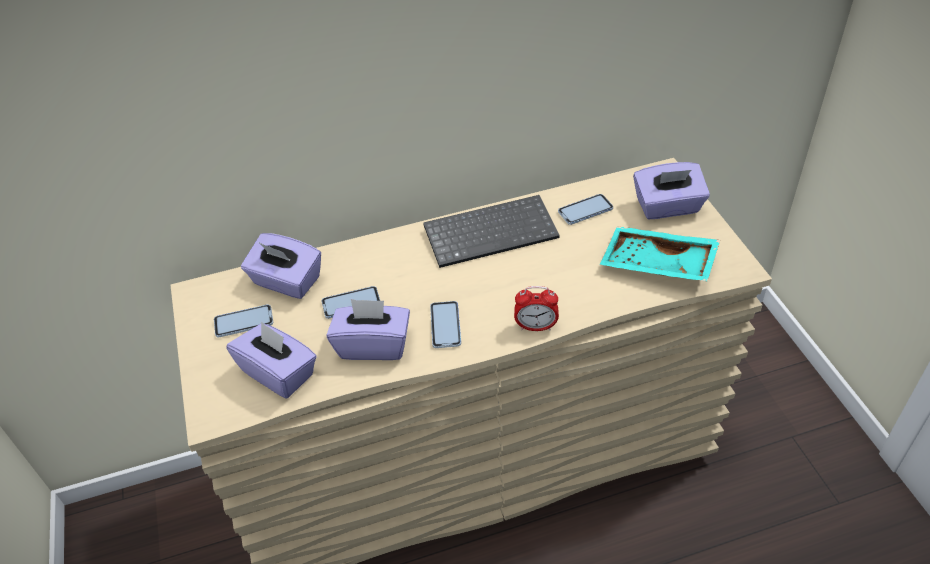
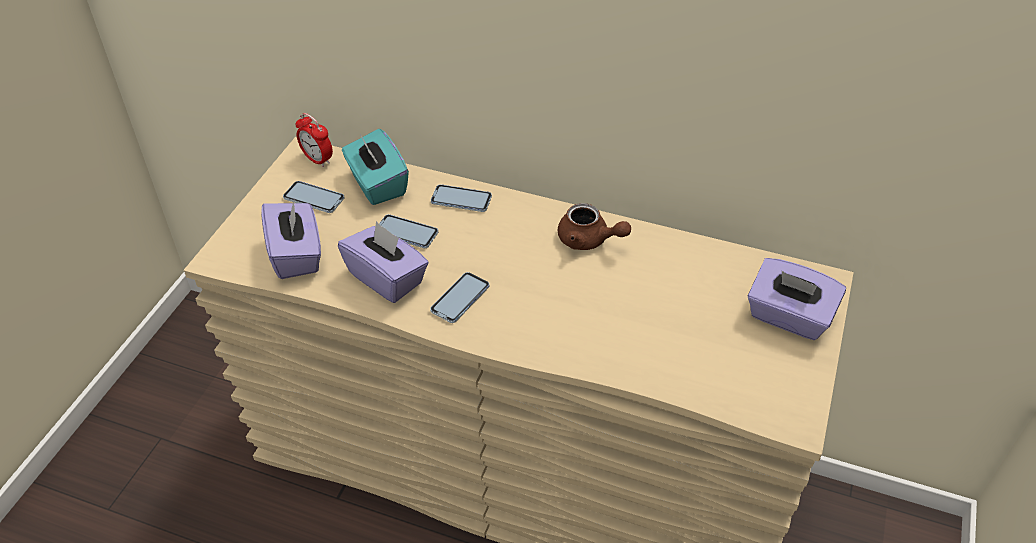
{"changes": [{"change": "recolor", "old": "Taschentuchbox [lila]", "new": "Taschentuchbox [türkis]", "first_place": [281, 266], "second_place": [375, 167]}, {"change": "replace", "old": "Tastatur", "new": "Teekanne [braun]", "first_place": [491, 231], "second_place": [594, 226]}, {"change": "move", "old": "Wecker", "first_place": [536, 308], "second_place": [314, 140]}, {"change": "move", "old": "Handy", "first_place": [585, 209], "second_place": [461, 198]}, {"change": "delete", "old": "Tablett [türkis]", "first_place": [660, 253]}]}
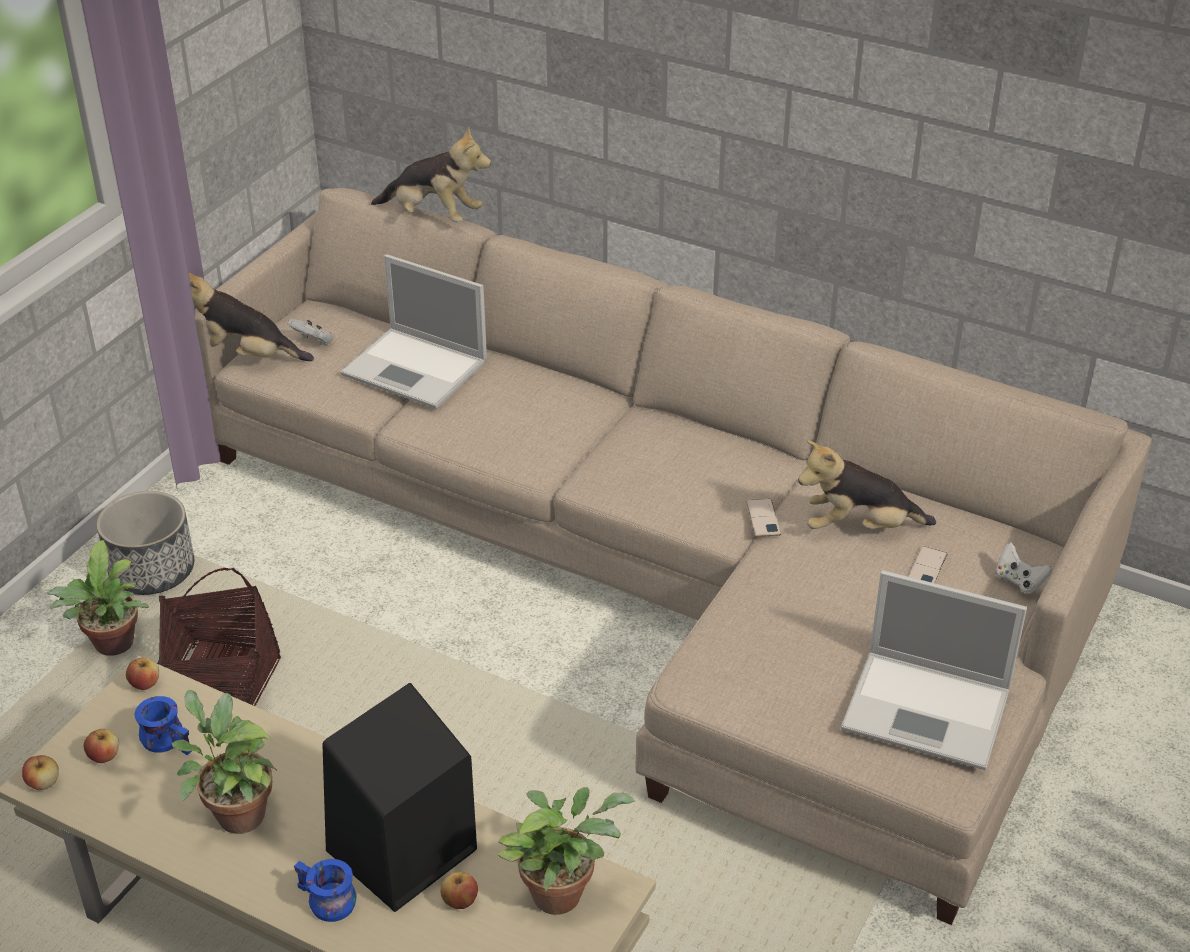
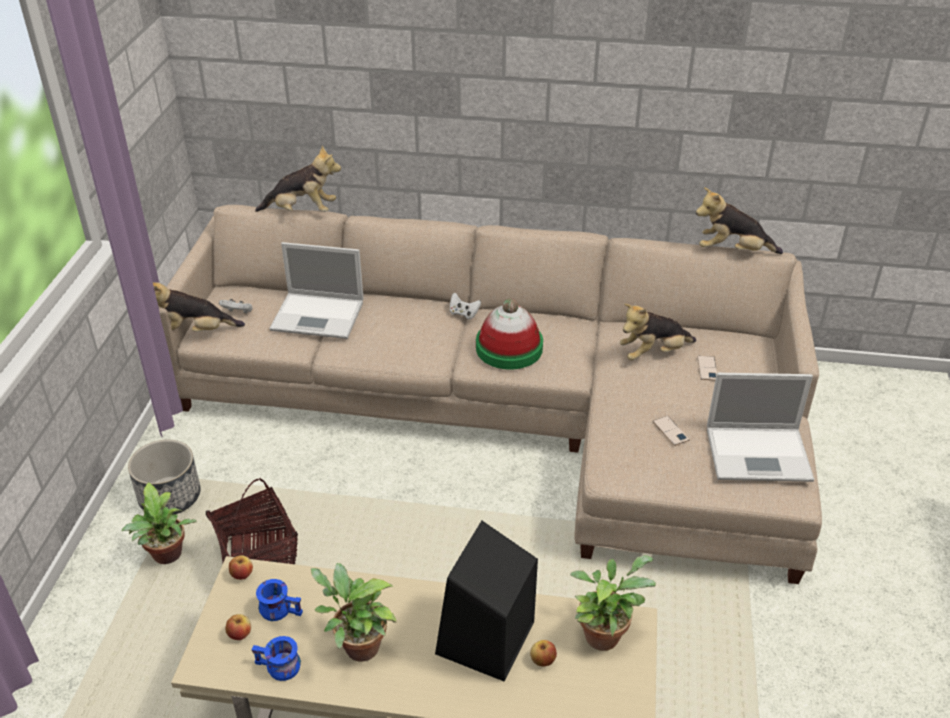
{"changes": [{"change": "delete", "old": "Apfel", "first_place": [40, 772]}, {"change": "move", "old": "Henkelbecher [blau]", "first_place": [325, 890], "second_place": [276, 658]}, {"change": "move", "old": "Handy", "first_place": [764, 518], "second_place": [671, 431]}, {"change": "move", "old": "Gamepad [weiß]", "first_place": [1023, 568], "second_place": [465, 306]}, {"change": "insert", "new": "Hut", "second_place": [509, 334]}, {"change": "insert", "new": "Plüschtier", "second_place": [739, 220]}]}
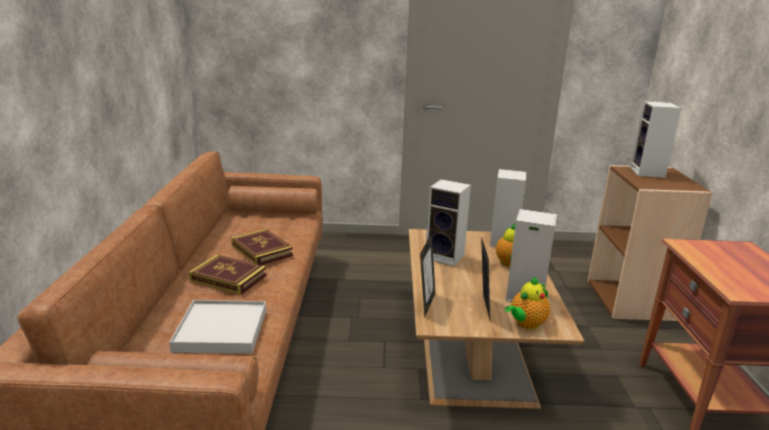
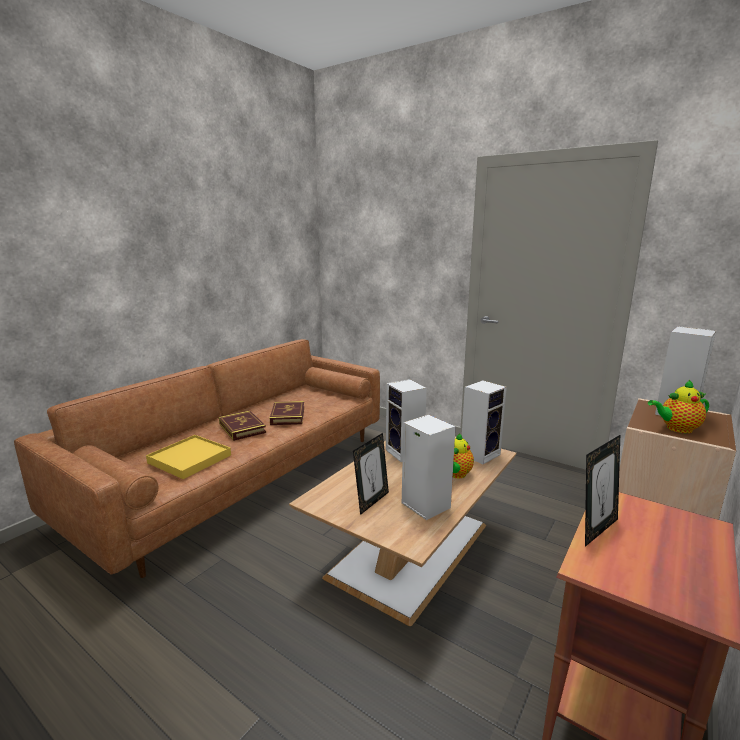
{"changes": [{"change": "recolor", "old": "Tablett [weiß]", "new": "Tablett [gelb]", "first_place": [217, 327], "second_place": [188, 457]}, {"change": "move", "old": "Bilderrahmen", "first_place": [427, 274], "second_place": [602, 491]}, {"change": "move", "old": "Teekanne", "first_place": [527, 303], "second_place": [678, 406]}]}
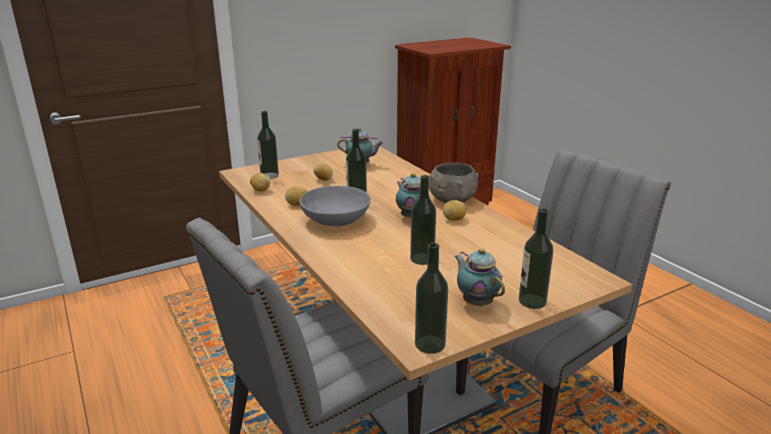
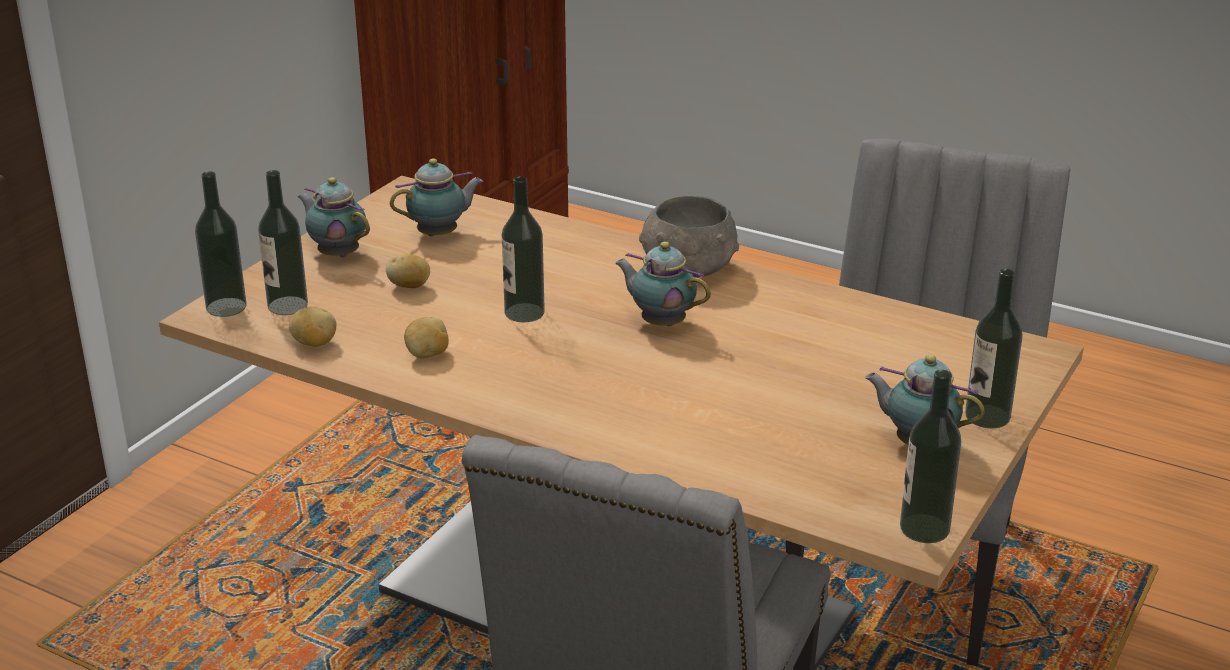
{"changes": [{"change": "delete", "old": "Schüssel [grau]", "first_place": [335, 206]}, {"change": "move", "old": "Flasche", "first_place": [423, 220], "second_place": [221, 244]}, {"change": "delete", "old": "Kartoffel", "first_place": [454, 210]}, {"change": "insert", "new": "Teekanne", "second_place": [333, 217]}]}
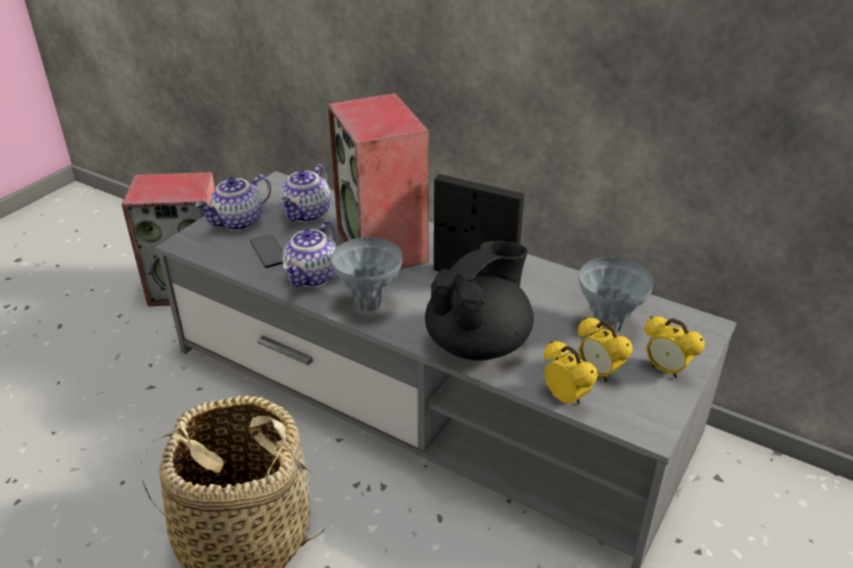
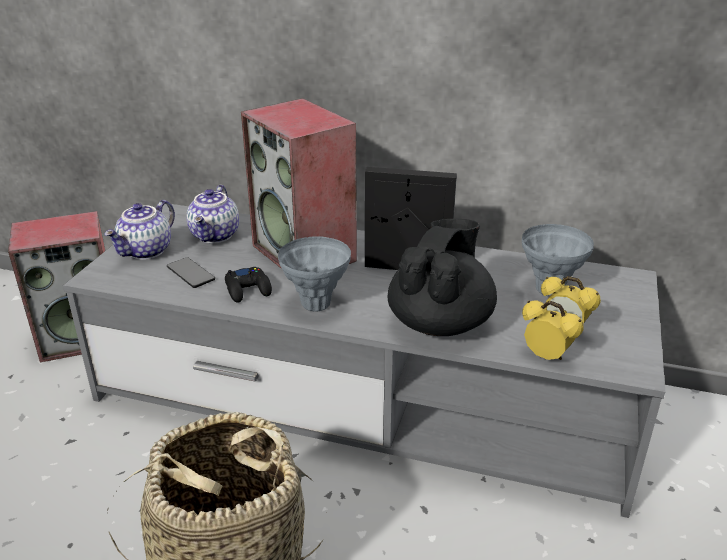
{"changes": [{"change": "replace", "old": "Teekanne", "new": "Gamepad [schwarz]", "first_place": [309, 253], "second_place": [248, 285]}, {"change": "delete", "old": "Wecker", "first_place": [675, 347]}]}
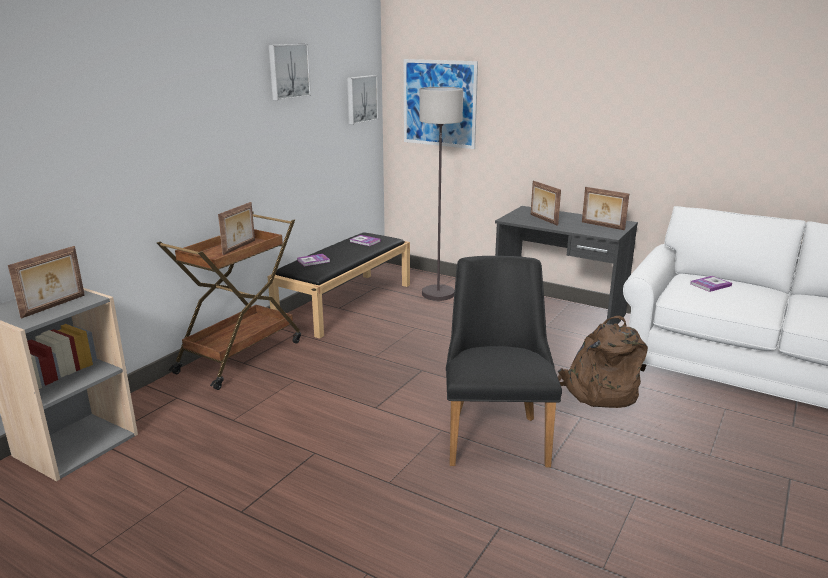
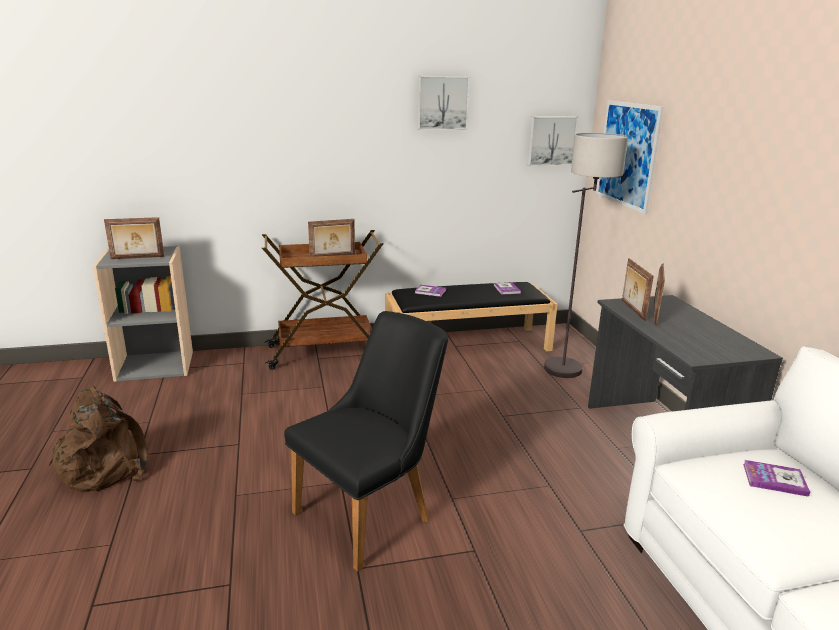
{"changes": [{"change": "move", "old": "Rucksack [braun]", "first_place": [603, 362], "second_place": [98, 438]}, {"change": "move", "old": "Bilderrahmen", "first_place": [605, 208], "second_place": [638, 289]}]}
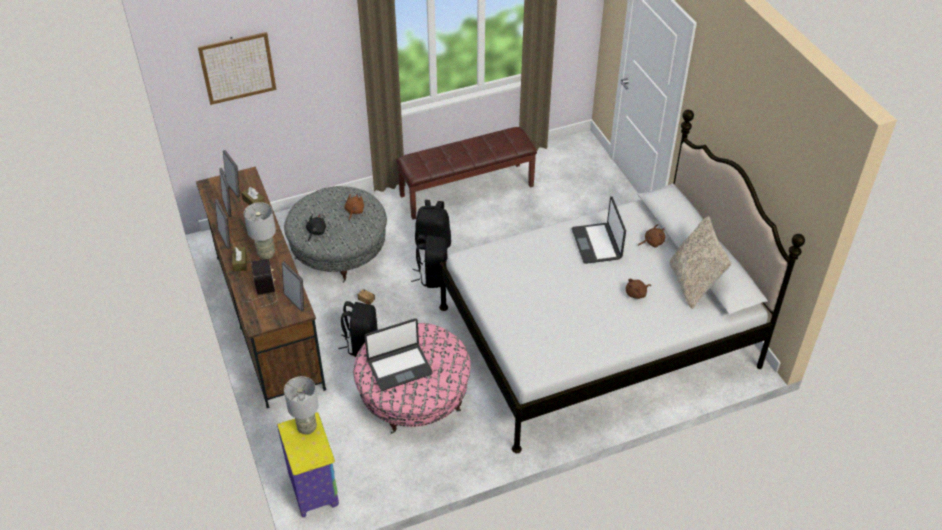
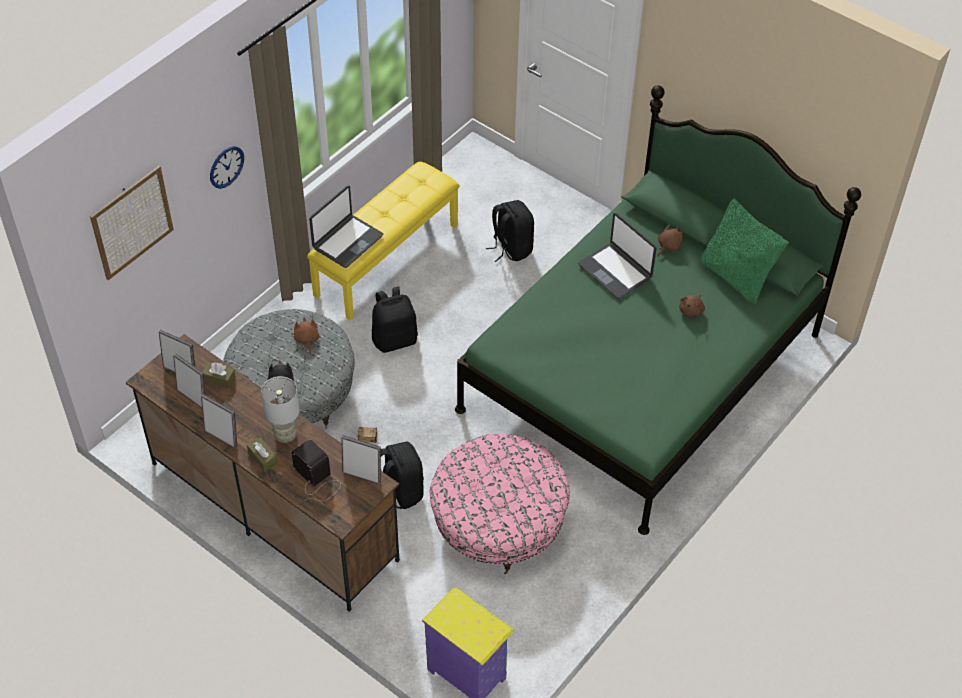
{"changes": [{"change": "delete", "old": "Tischlampe [grau]", "first_place": [301, 405]}, {"change": "move", "old": "Laptop", "first_place": [399, 355], "second_place": [346, 226]}, {"change": "recolor", "old": "Bank [braun]", "new": "Bank [gelb]", "first_place": [466, 173], "second_place": [383, 240]}, {"change": "move", "old": "Rucksack [schwarz]", "first_place": [429, 261], "second_place": [510, 231]}, {"change": "recolor", "old": "Bett [weiß]", "new": "Bett [grün]", "first_place": [622, 281], "second_place": [658, 310]}, {"change": "recolor", "old": "Kissen [beige]", "new": "Kissen [grün]", "first_place": [700, 262], "second_place": [744, 251]}, {"change": "insert", "new": "Wanduhr", "second_place": [227, 167]}]}
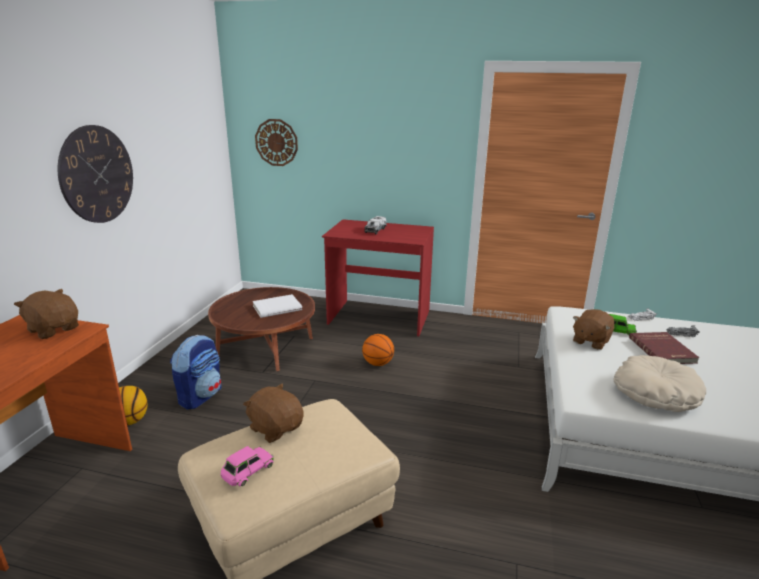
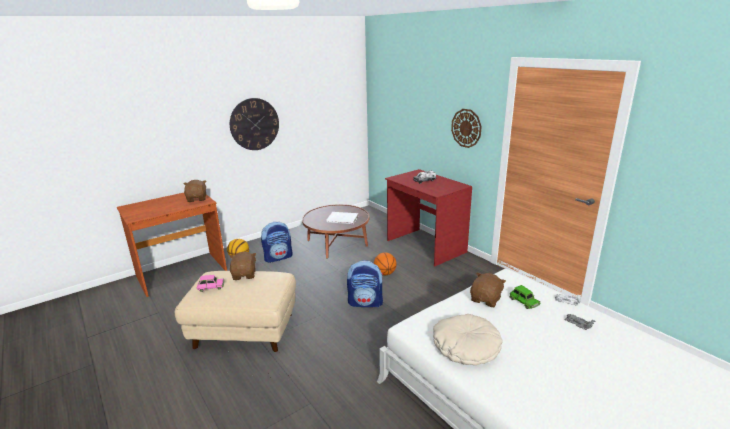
{"changes": [{"change": "move", "old": "Wanduhr", "first_place": [276, 142], "second_place": [466, 128]}, {"change": "rotate", "old": "Plüschtier [braun]", "first_place": [593, 329], "second_place": [488, 290], "degrees": 135}, {"change": "delete", "old": "Buch [rot]", "first_place": [664, 348]}, {"change": "insert", "new": "Rucksack", "second_place": [365, 283]}]}
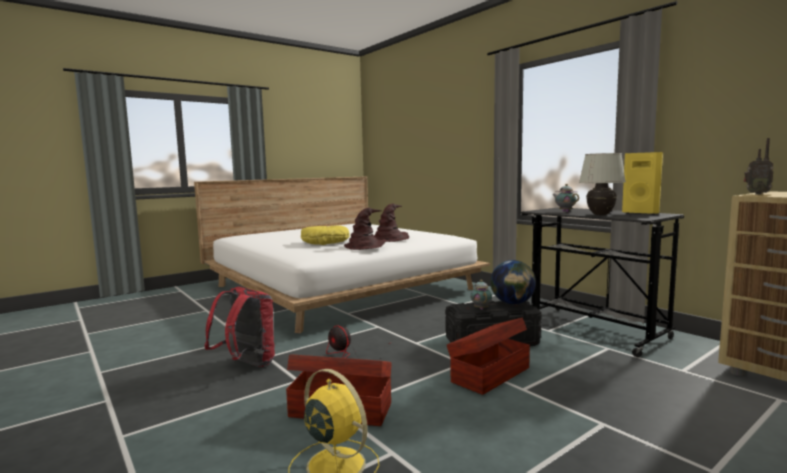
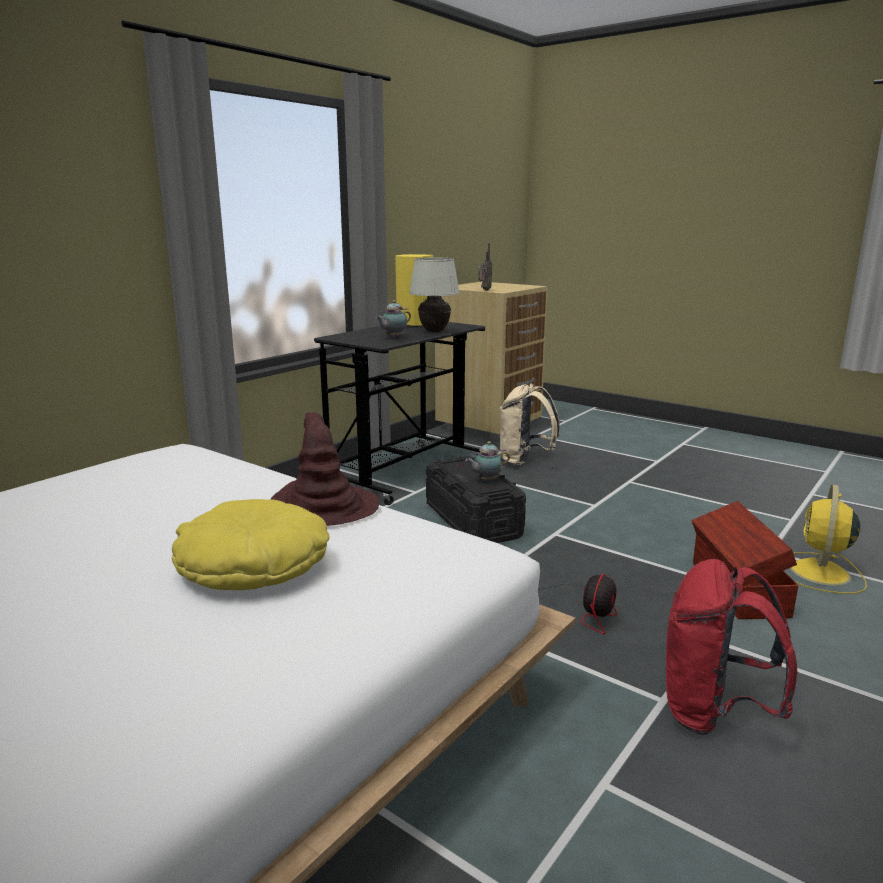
{"changes": [{"change": "delete", "old": "Hut [braun]", "first_place": [391, 222]}, {"change": "delete", "old": "Aufbewahrungsbox [braun]", "first_place": [488, 356]}, {"change": "delete", "old": "Globus", "first_place": [513, 282]}, {"change": "insert", "new": "Rucksack [beige]", "second_place": [530, 425]}]}
